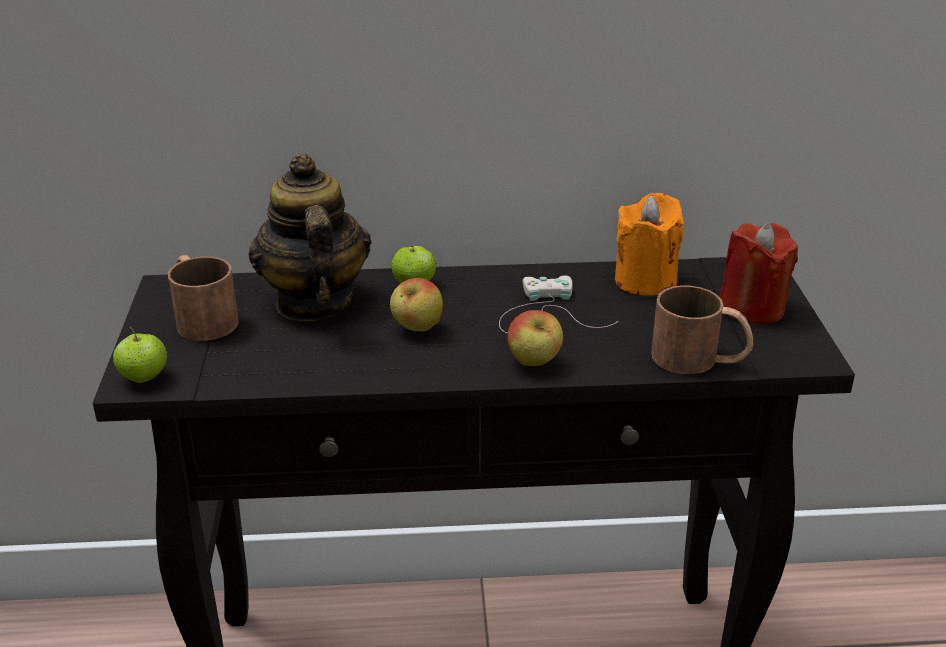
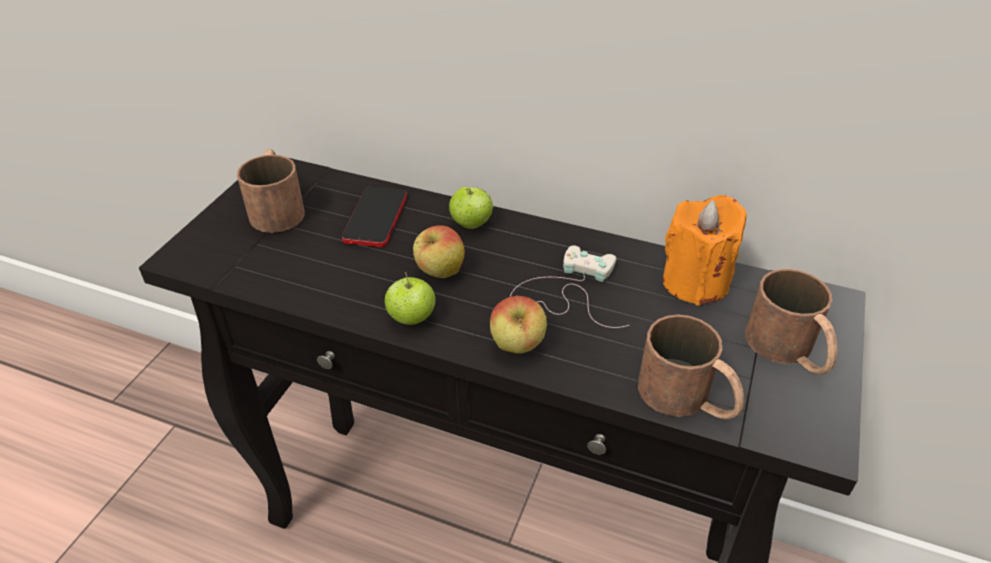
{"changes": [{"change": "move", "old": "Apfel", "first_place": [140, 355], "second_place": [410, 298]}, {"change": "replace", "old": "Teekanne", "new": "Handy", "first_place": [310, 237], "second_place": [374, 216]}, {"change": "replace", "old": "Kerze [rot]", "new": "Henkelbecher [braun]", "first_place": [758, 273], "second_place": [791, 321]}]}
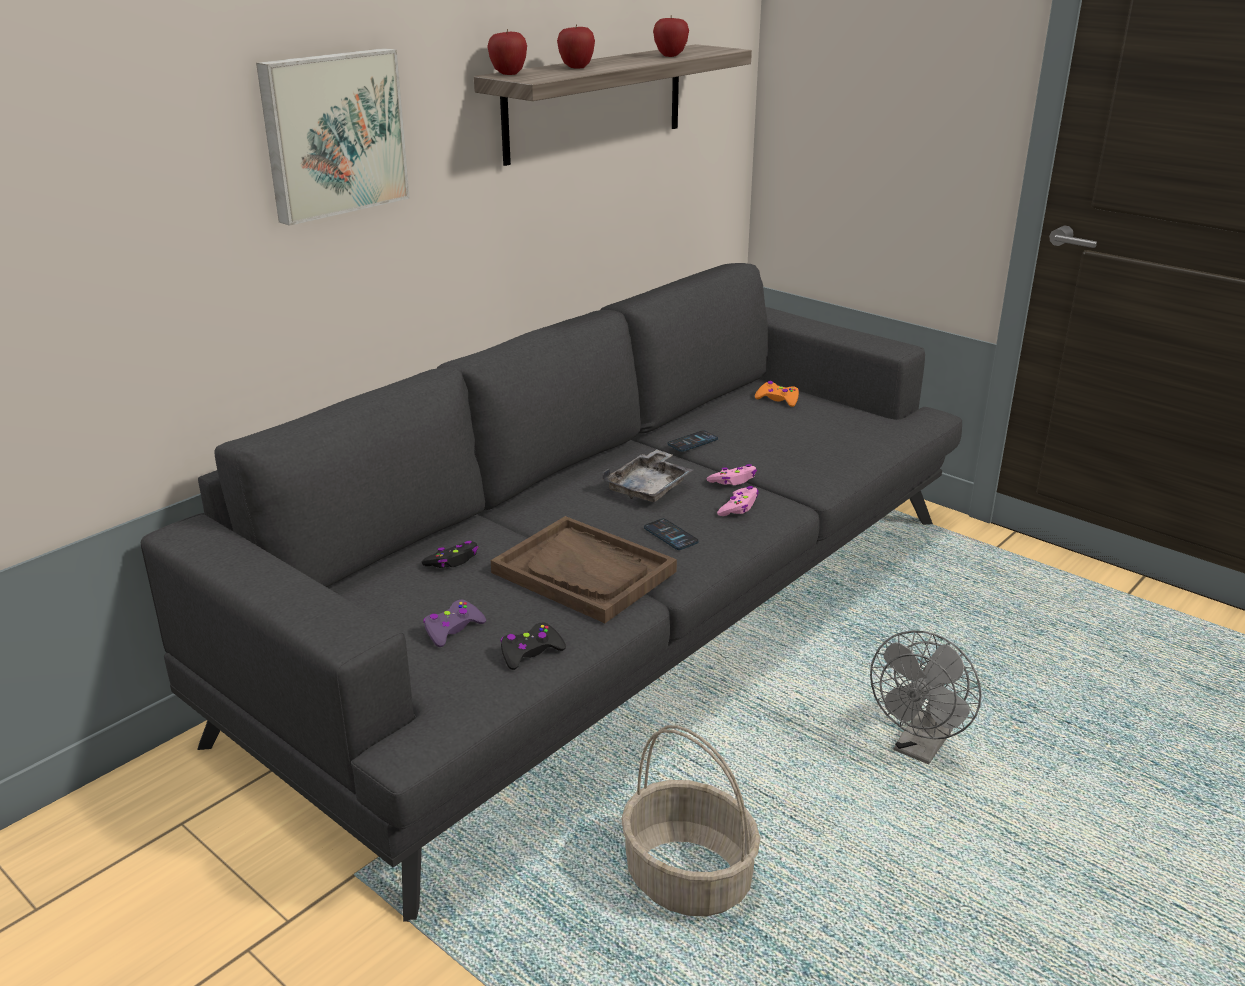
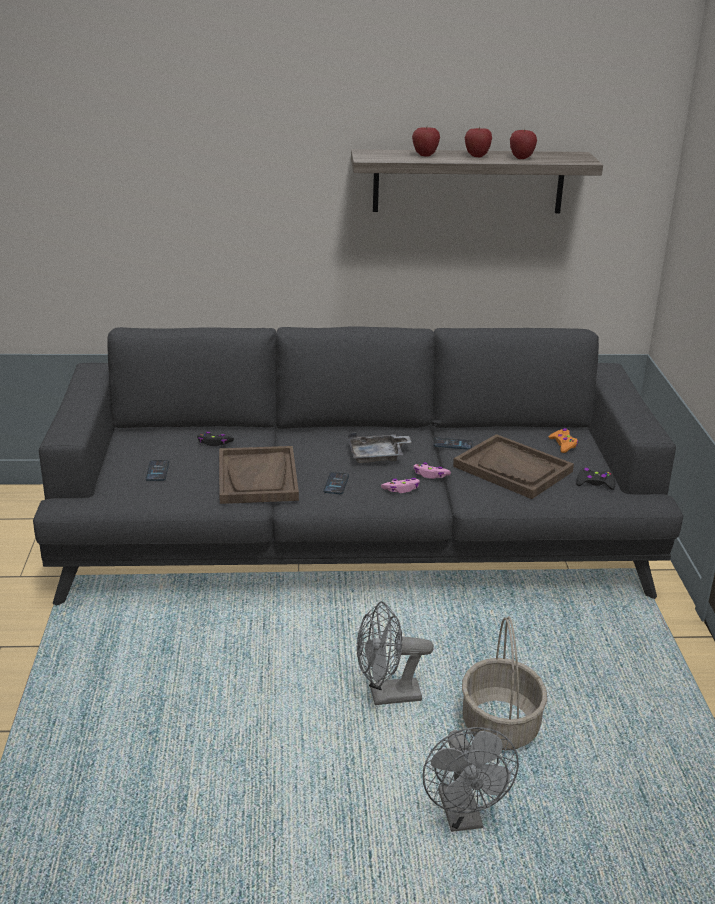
{"changes": [{"change": "delete", "old": "Bild", "first_place": [333, 137]}, {"change": "replace", "old": "Gamepad [lila]", "new": "Handy", "first_place": [454, 623], "second_place": [157, 470]}, {"change": "move", "old": "Apfel", "first_place": [507, 52], "second_place": [478, 142]}, {"change": "move", "old": "Gamepad [schwarz]", "first_place": [533, 646], "second_place": [595, 479]}, {"change": "move", "old": "Korb", "first_place": [691, 820], "second_place": [504, 683]}, {"change": "insert", "new": "Ventilator [grau]", "second_place": [470, 779]}, {"change": "insert", "new": "Tablett [braun]", "second_place": [513, 466]}]}
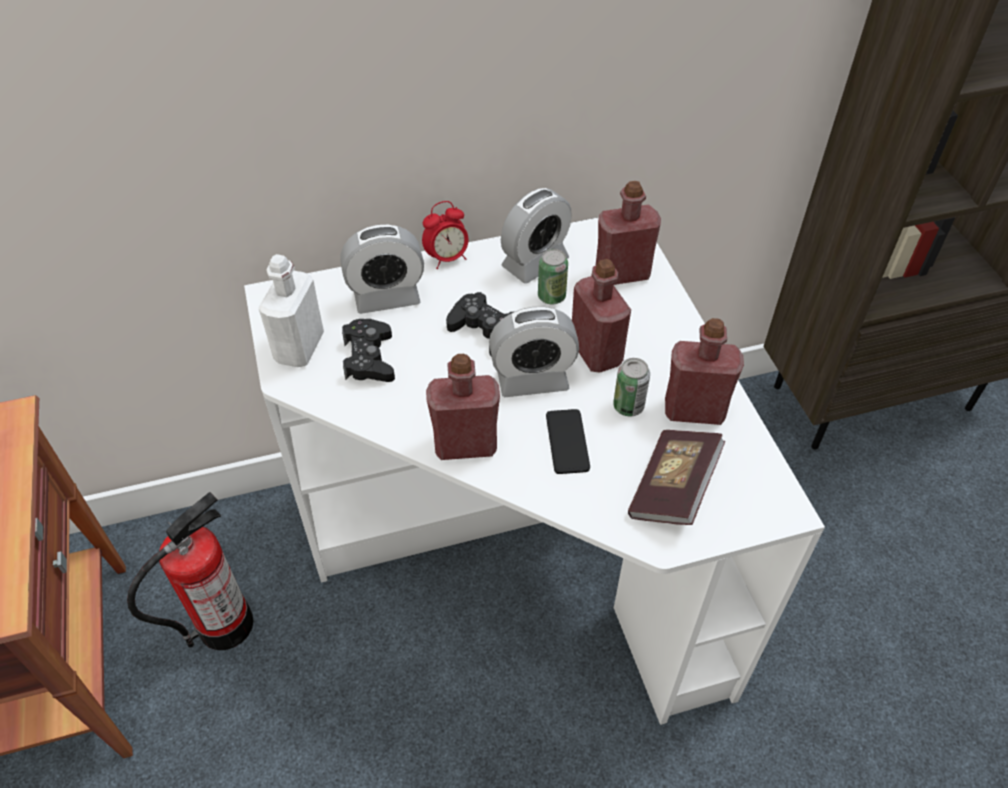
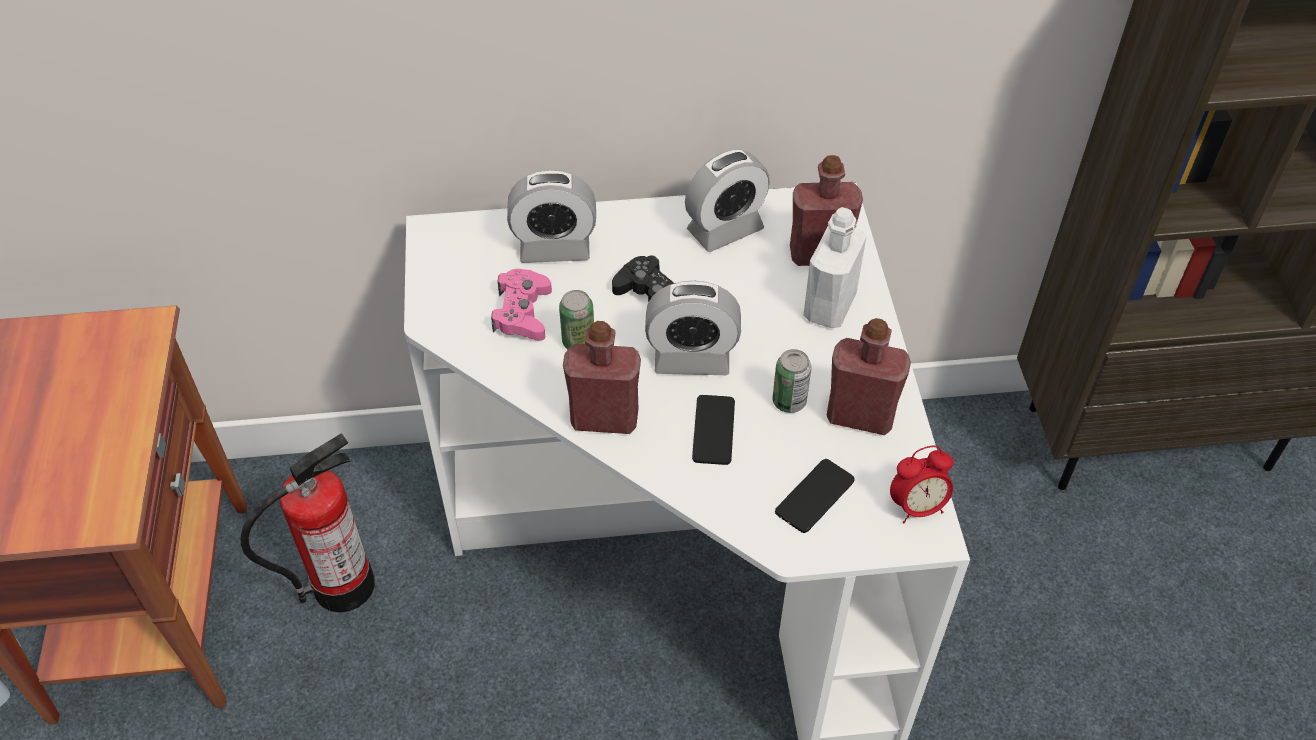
{"changes": [{"change": "move", "old": "Flasche [weiß]", "first_place": [291, 310], "second_place": [834, 267]}, {"change": "recolor", "old": "Gamepad [schwarz]", "new": "Gamepad [rosa]", "first_place": [368, 350], "second_place": [521, 305]}, {"change": "move", "old": "Wecker", "first_place": [445, 235], "second_place": [922, 484]}, {"change": "move", "old": "Dose", "first_place": [553, 276], "second_place": [576, 319]}, {"change": "delete", "old": "Flasche [rot]", "first_place": [601, 315]}, {"change": "replace", "old": "Buch", "new": "Handy", "first_place": [676, 477], "second_place": [815, 496]}]}
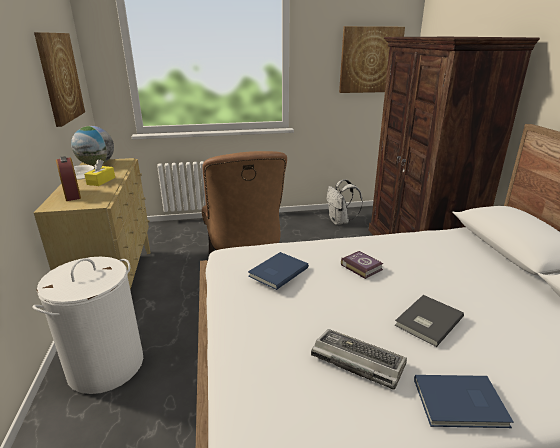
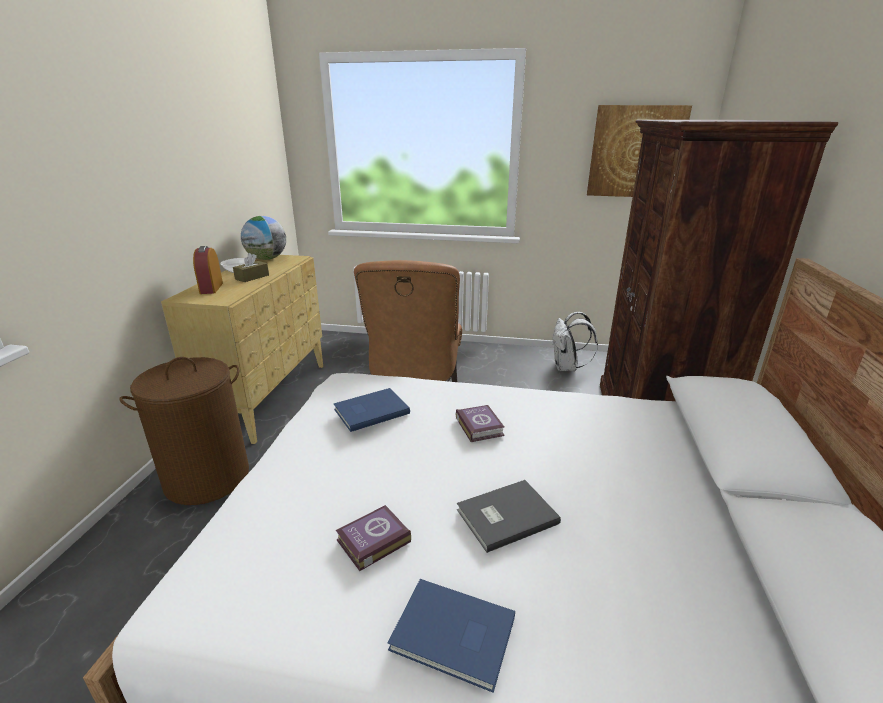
{"changes": [{"change": "recolor", "old": "Wäschekorb [weiß]", "new": "Wäschekorb [braun]", "first_place": [87, 325], "second_place": [184, 431]}, {"change": "delete", "old": "Bild", "first_place": [59, 79]}, {"change": "recolor", "old": "Taschentuchbox [gelb]", "new": "Taschentuchbox [braun]", "first_place": [99, 172], "second_place": [251, 267]}, {"change": "replace", "old": "Tastatur", "new": "Buch", "first_place": [359, 359], "second_place": [373, 538]}]}
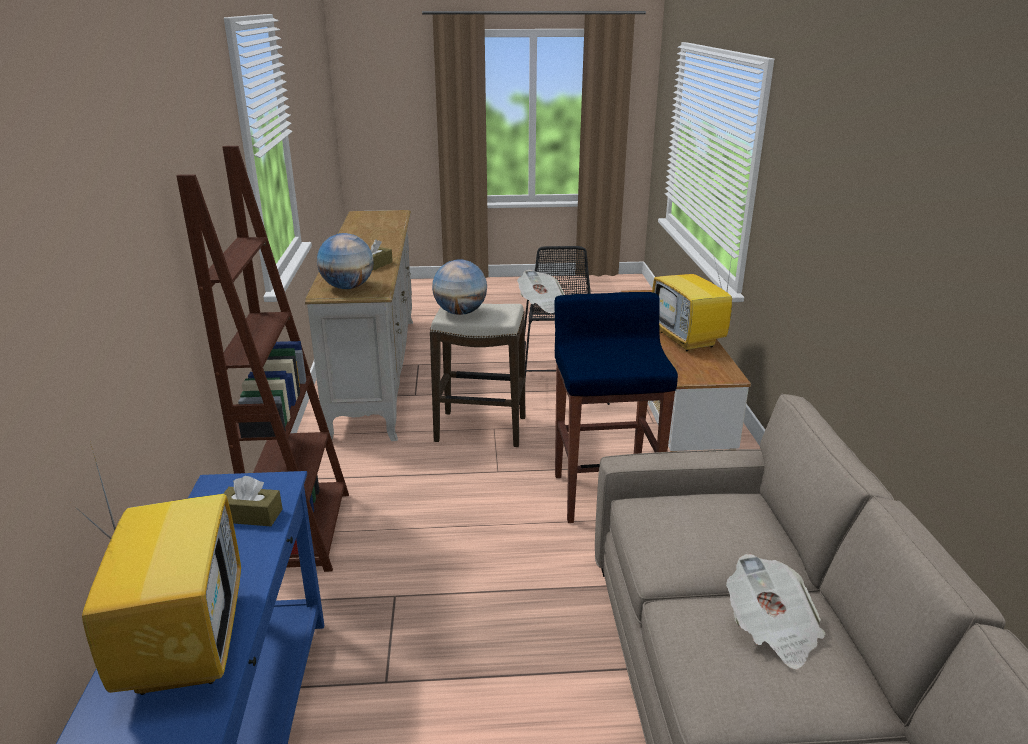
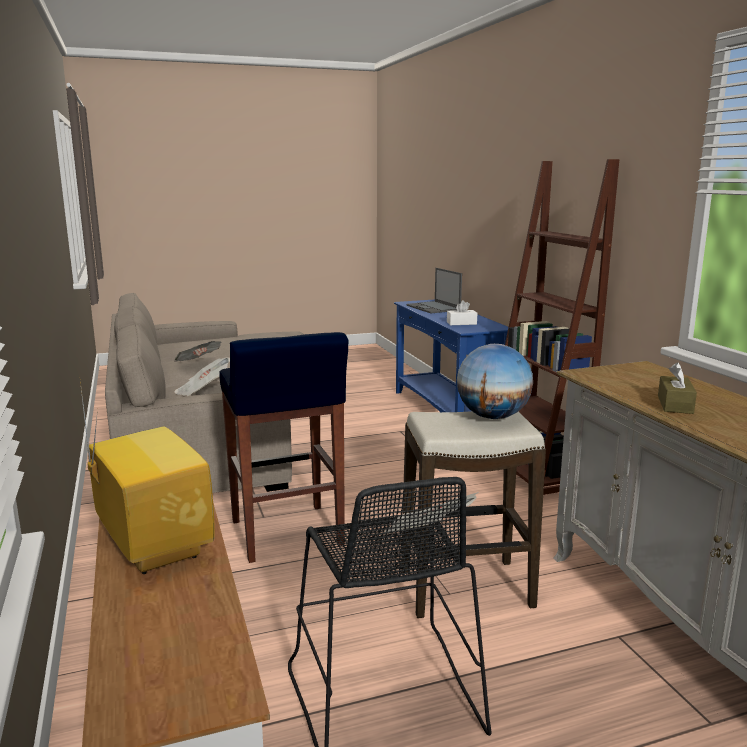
{"changes": [{"change": "replace", "old": "Fernseher", "new": "Laptop", "first_place": [156, 568], "second_place": [434, 290]}, {"change": "recolor", "old": "Taschentuchbox [braun]", "new": "Taschentuchbox [weiß]", "first_place": [253, 501], "second_place": [462, 312]}, {"change": "delete", "old": "Globus", "first_place": [345, 261]}, {"change": "insert", "new": "Zeitung", "second_place": [202, 376]}]}
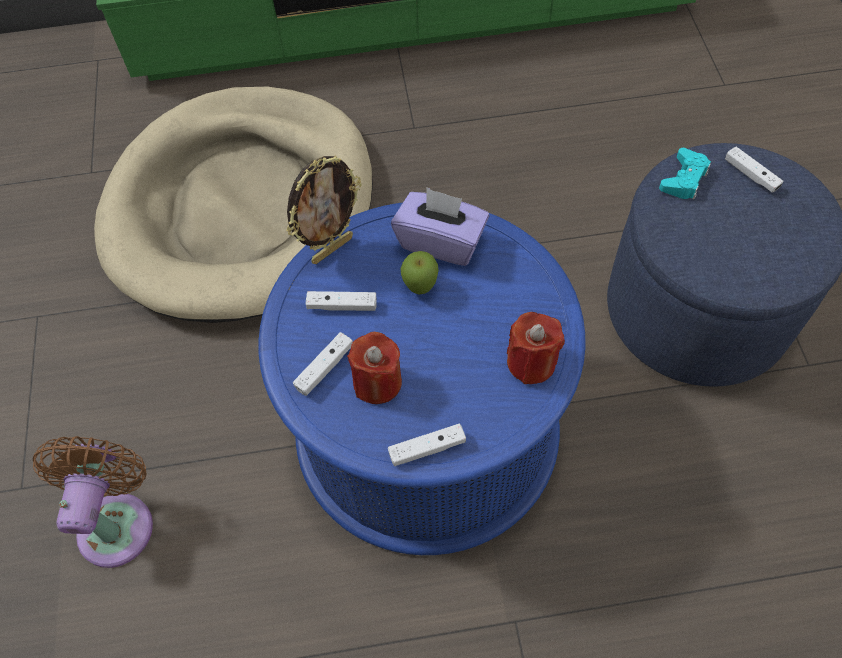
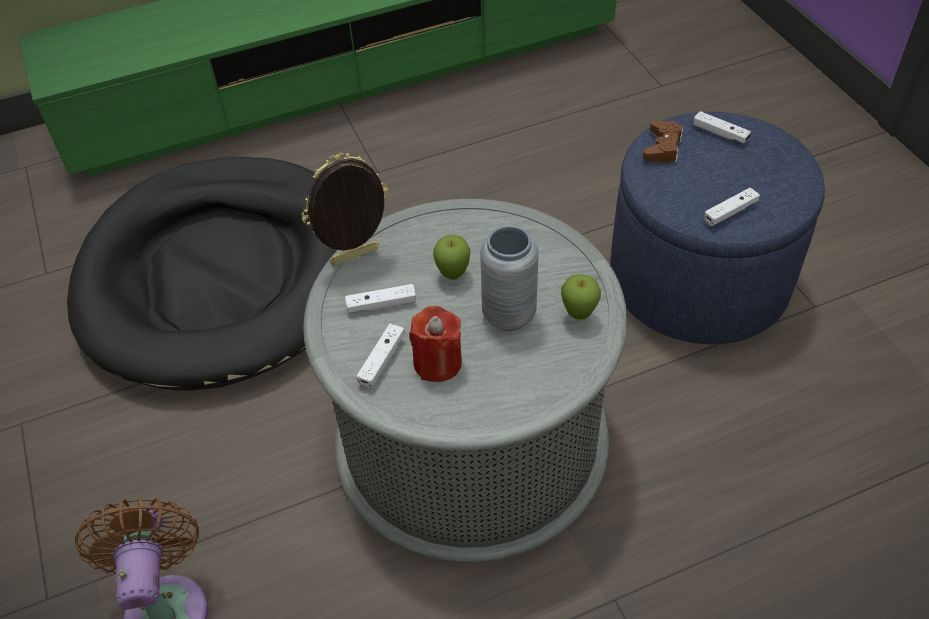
{"changes": [{"change": "recolor", "old": "Hundebett [beige]", "new": "Hundebett [schwarz]", "first_place": [233, 204], "second_place": [202, 274]}, {"change": "recolor", "old": "Couchtisch [blau]", "new": "Couchtisch [grau]", "first_place": [421, 379], "second_place": [465, 381]}, {"change": "rotate", "old": "Bilderrahmen", "first_place": [324, 210], "second_place": [345, 209], "degrees": -150}, {"change": "move", "old": "Gamepad [weiß]", "first_place": [427, 444], "second_place": [732, 206]}, {"change": "delete", "old": "Taschentuchbox [lila]", "first_place": [440, 227]}, {"change": "replace", "old": "Kerze [rot]", "new": "Apfel", "first_place": [536, 348], "second_place": [581, 297]}, {"change": "recolor", "old": "Gamepad [türkis]", "new": "Gamepad [braun]", "first_place": [685, 173], "second_place": [663, 141]}, {"change": "insert", "new": "Vase [grau]", "second_place": [509, 278]}]}
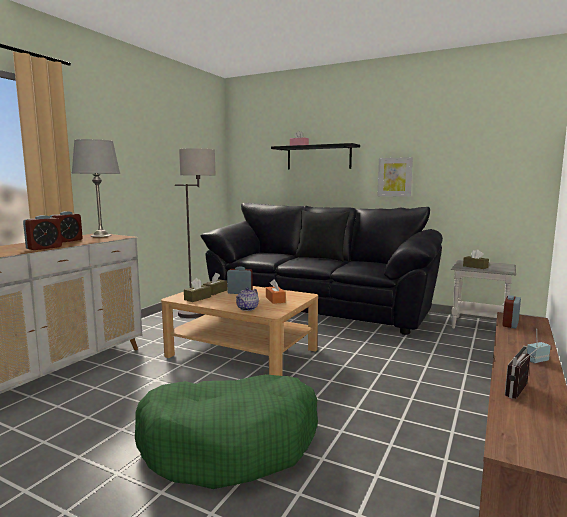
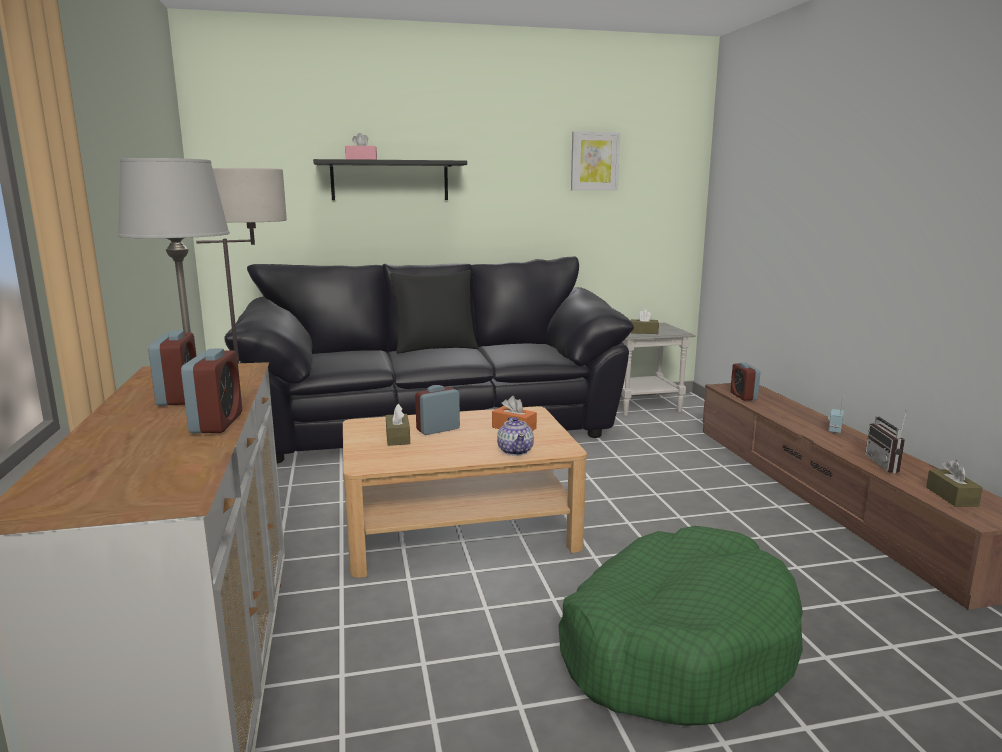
{"changes": [{"change": "move", "old": "Taschentuchbox [braun]", "first_place": [197, 290], "second_place": [954, 483]}, {"change": "move", "old": "Bild", "first_place": [395, 177], "second_place": [595, 161]}]}
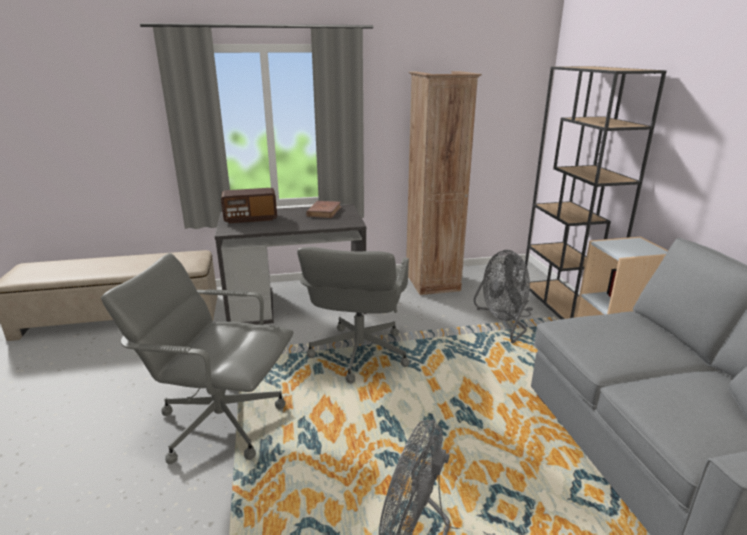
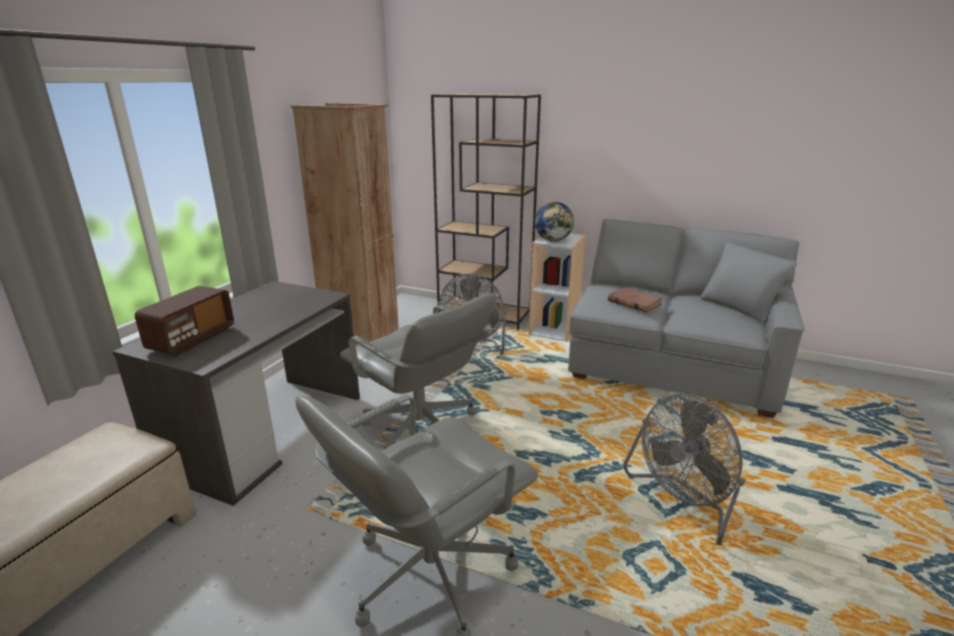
{"changes": [{"change": "move", "old": "Buch [braun]", "first_place": [324, 209], "second_place": [635, 300]}, {"change": "insert", "new": "Globus", "second_place": [554, 221]}]}
